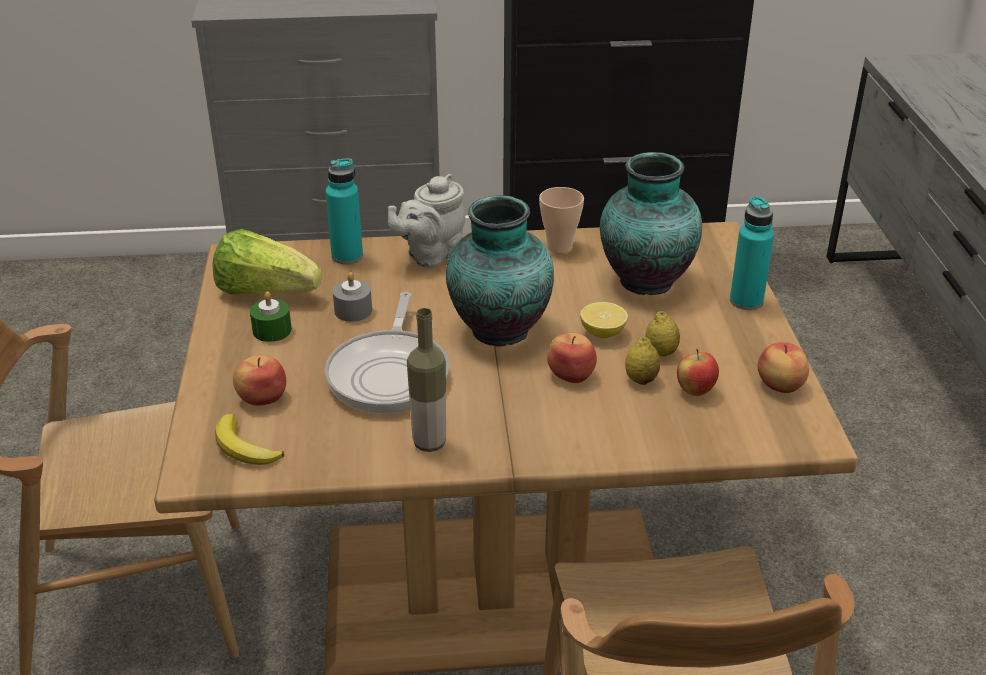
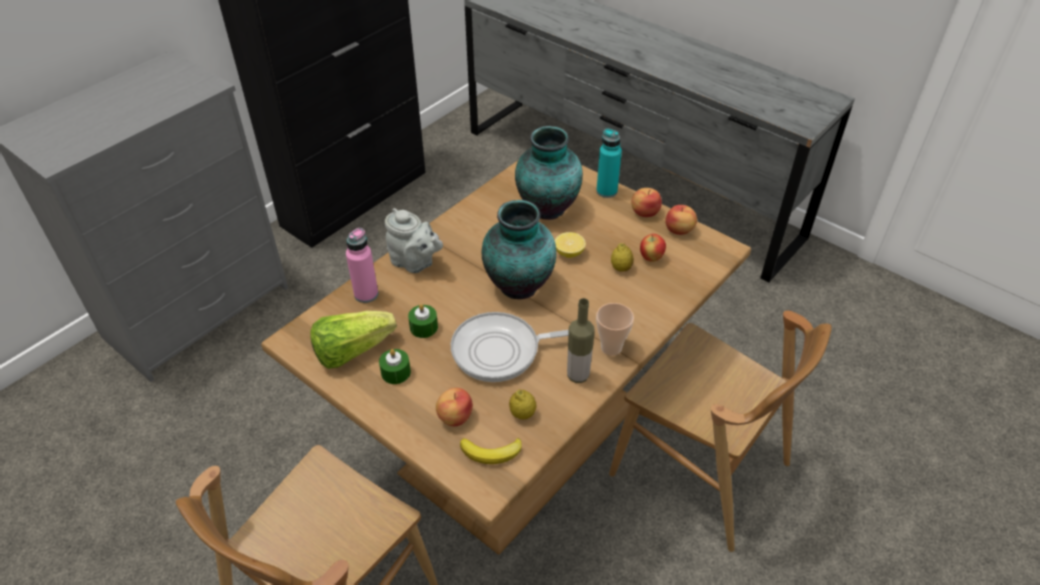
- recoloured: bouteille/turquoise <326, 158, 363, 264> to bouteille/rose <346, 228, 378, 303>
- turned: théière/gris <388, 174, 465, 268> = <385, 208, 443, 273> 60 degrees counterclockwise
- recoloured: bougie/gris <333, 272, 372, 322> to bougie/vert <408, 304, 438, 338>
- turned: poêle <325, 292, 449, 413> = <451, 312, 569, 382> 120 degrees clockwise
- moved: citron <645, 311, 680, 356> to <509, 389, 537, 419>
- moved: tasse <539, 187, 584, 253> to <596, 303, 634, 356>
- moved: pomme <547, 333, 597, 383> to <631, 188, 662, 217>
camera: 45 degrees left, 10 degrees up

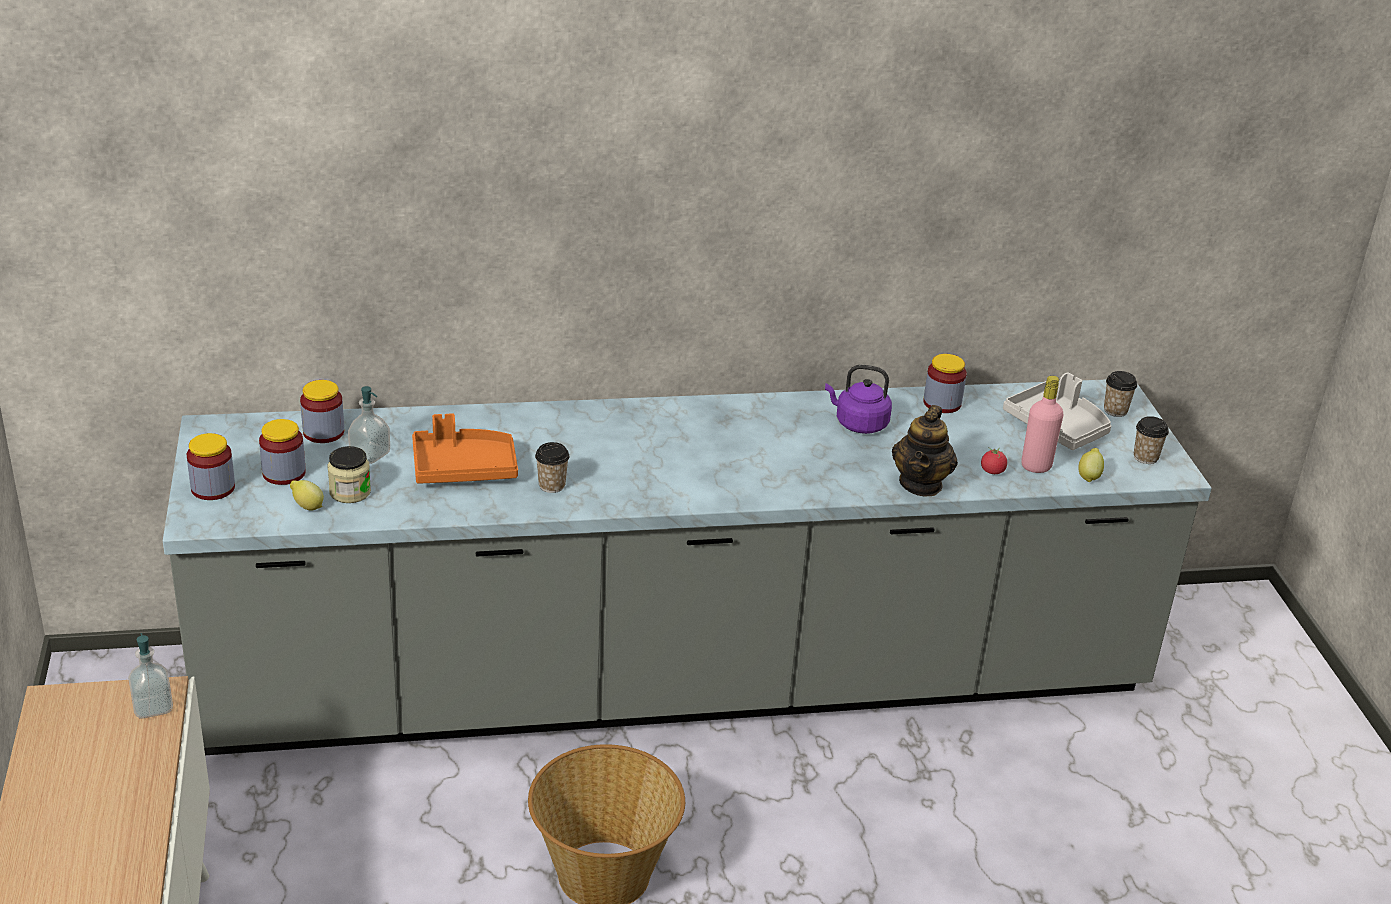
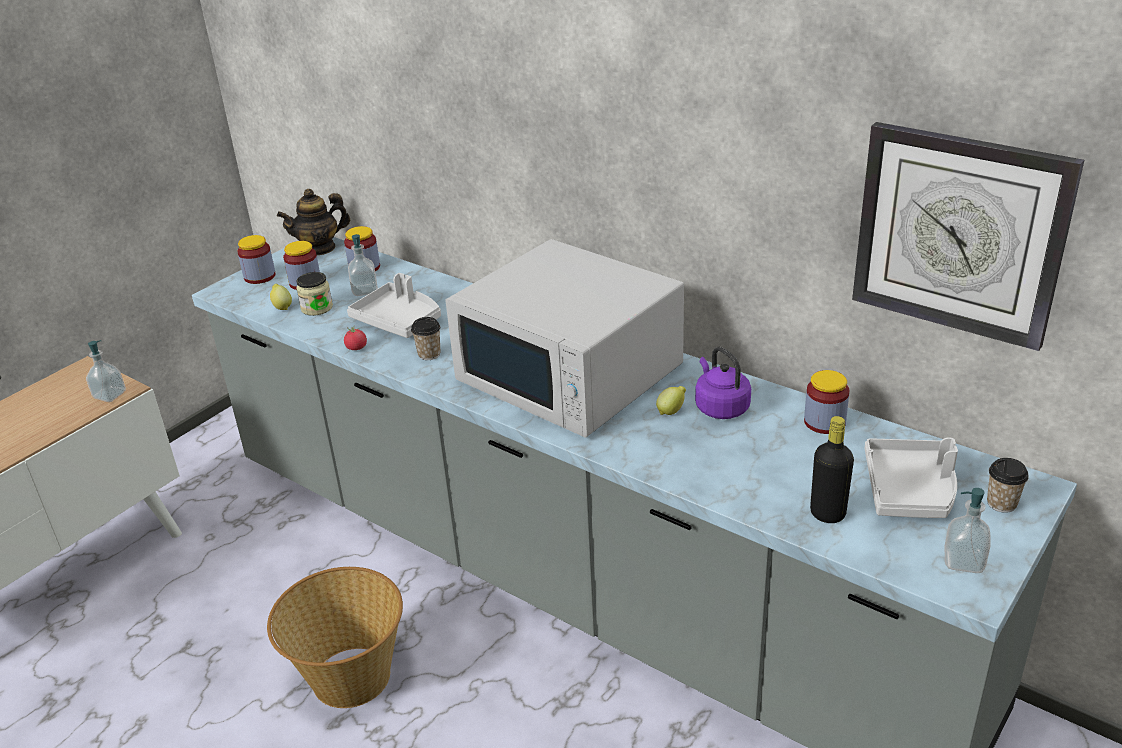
- moved: théière <892, 405, 958, 496> to <277, 189, 350, 255>
- moved: tomate <981, 447, 1007, 474> to <344, 326, 367, 350>
- recoloured: plateau/orange <412, 413, 518, 484> to plateau/gris <347, 273, 441, 338>
- added: micro-ondes/blanc <446, 239, 684, 438>
- moved: citron <1078, 448, 1104, 483> to <656, 386, 686, 415>
- recoloured: bouteille/rose <1021, 376, 1063, 473> to bouteille/noir <810, 416, 854, 523>
- added: horloge murale <852, 122, 1084, 351>
- replaced: tasse <1134, 416, 1169, 464> to distributeur de savon <945, 488, 991, 573>
camera: 50 degrees right, 0 degrees up

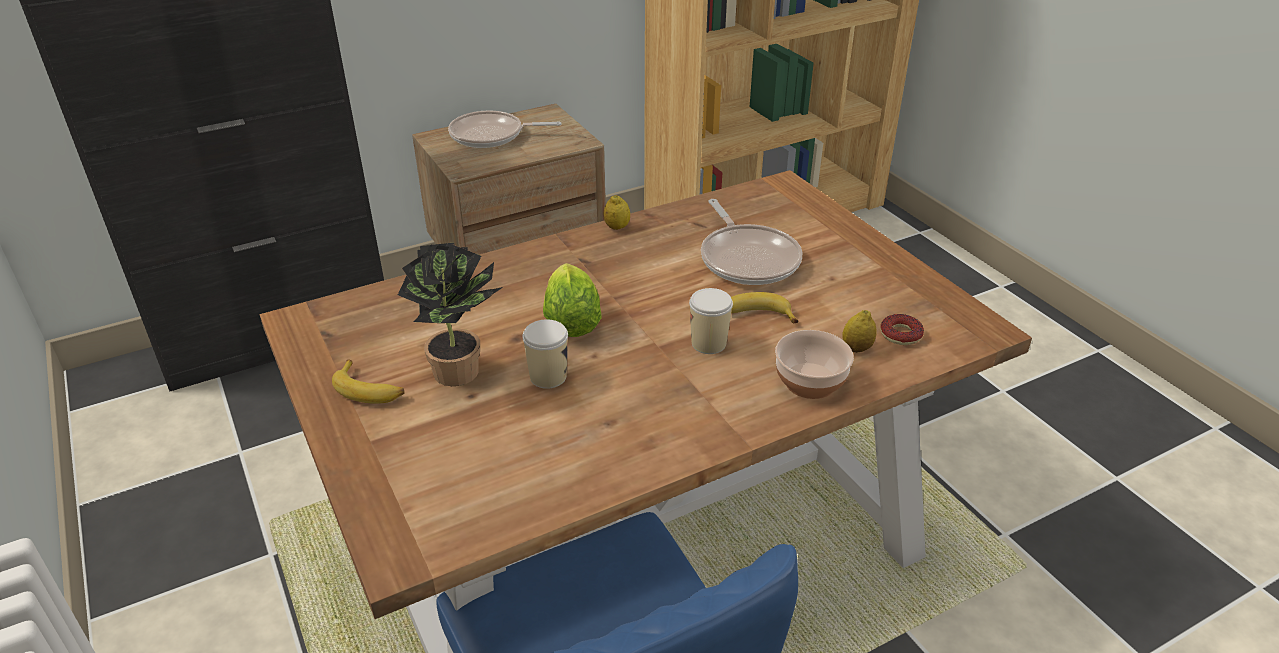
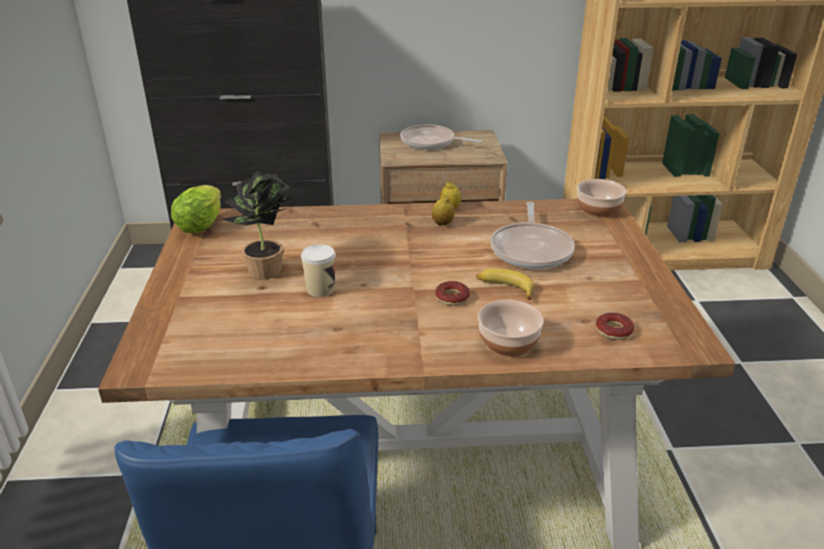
- moved: laitue <543, 263, 602, 337> to <171, 185, 221, 233>
- moved: citron <842, 310, 876, 353> to <432, 195, 455, 226>
- replaced: tasse <689, 288, 733, 354> to beignet <435, 281, 470, 306>
- added: bol <577, 179, 626, 218>
- removed: banane <332, 360, 405, 404>
camera: 25 degrees right, 5 degrees down

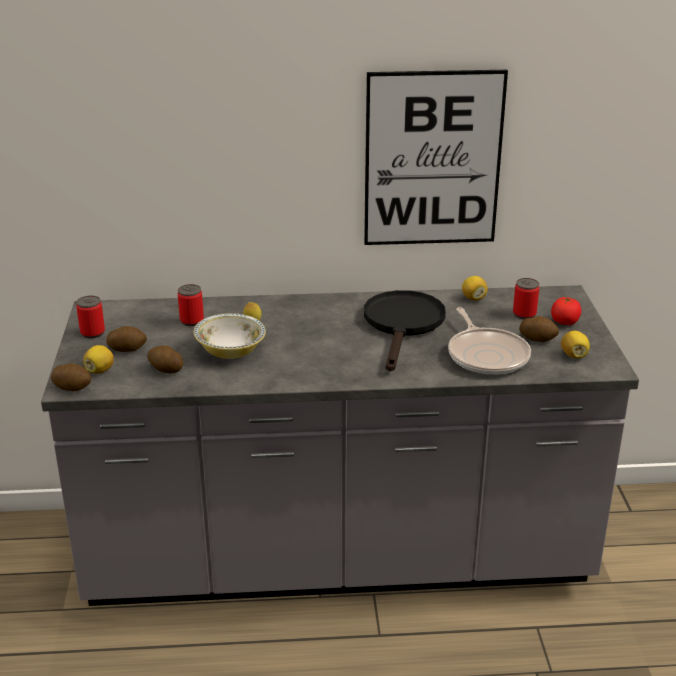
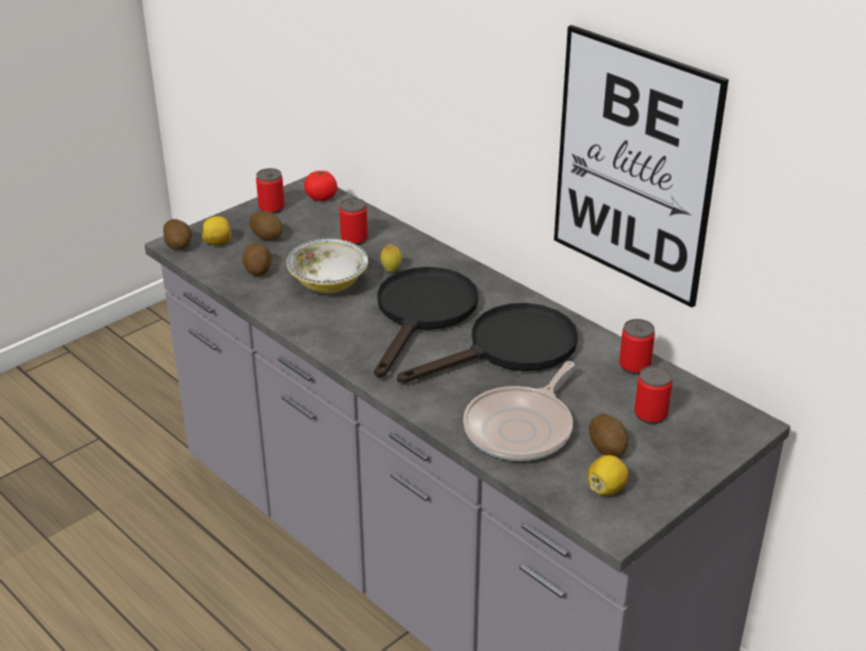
- moved: tomate <551, 297, 581, 325> to <304, 171, 337, 201>
- added: poêle/noir <374, 267, 478, 378>
- replaced: citron <462, 276, 488, 301> to boîte métallique <619, 319, 655, 374>
camera: 50 degrees right, 5 degrees up

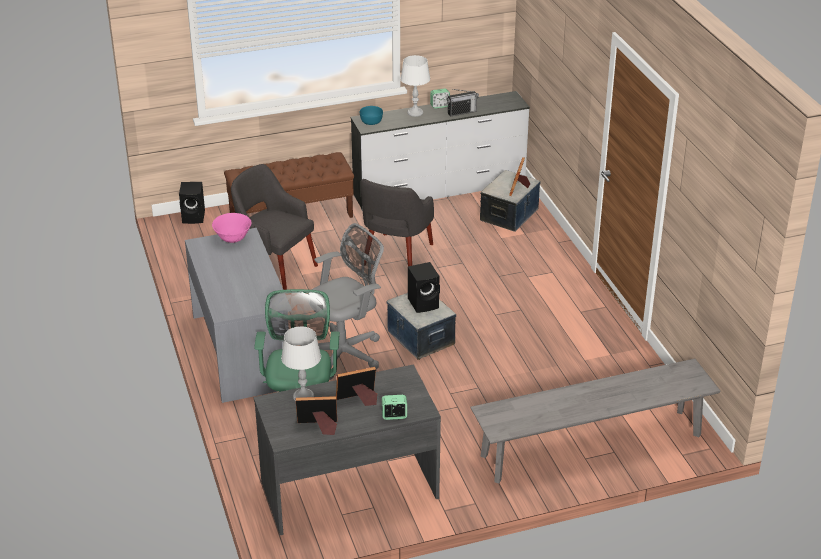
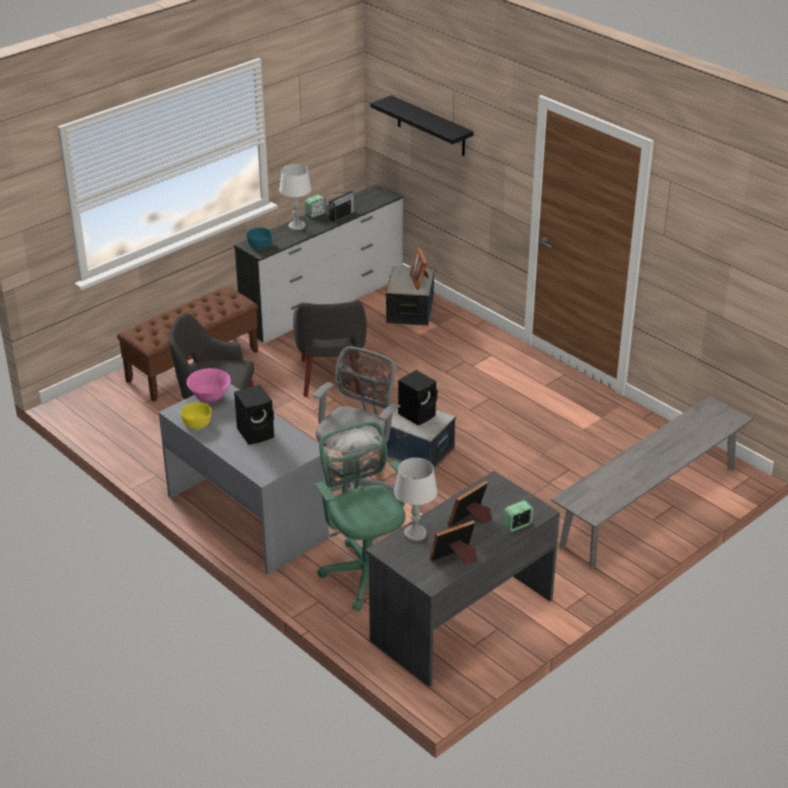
- added: bol/jaune <181, 402, 211, 429>
- moved: enceinte/noir <179, 182, 205, 224> to <234, 385, 274, 445>
- added: étagère/noir <371, 95, 474, 156>
camera: 25 degrees left, 0 degrees up

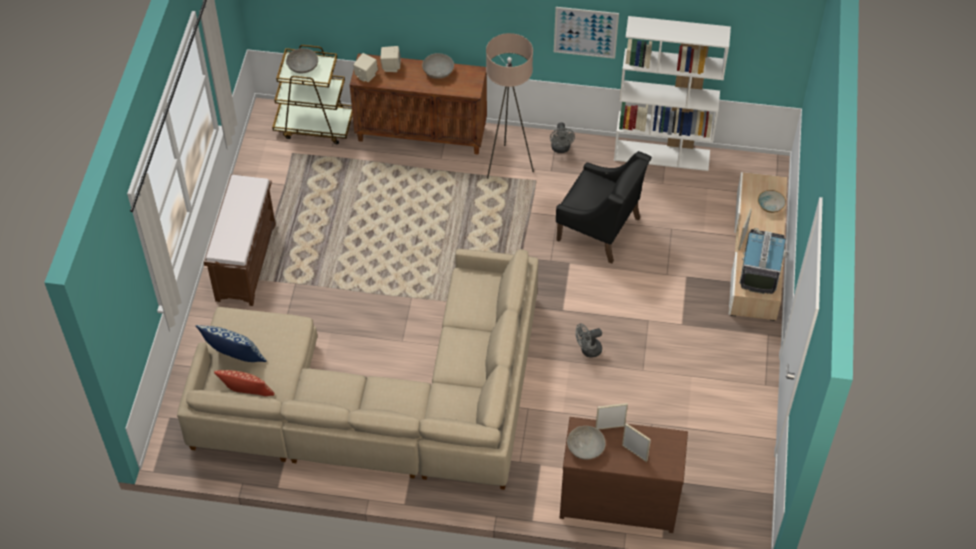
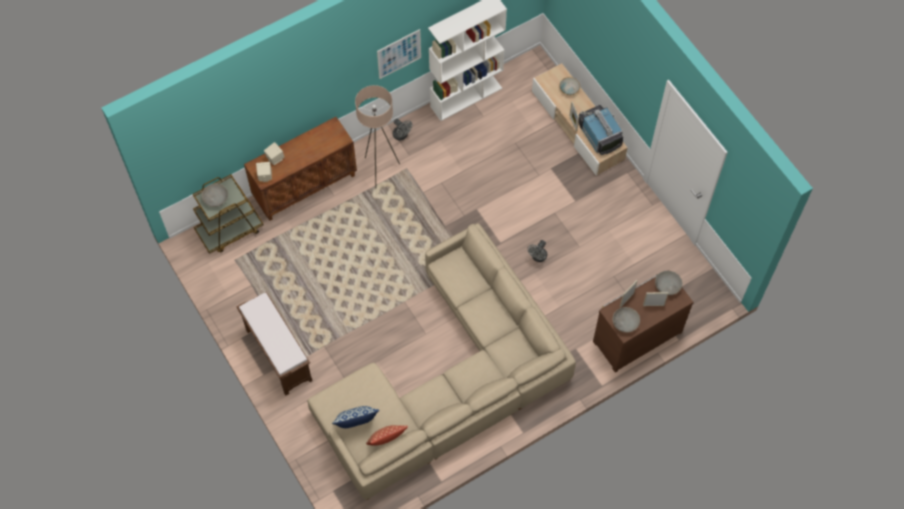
- moved: bol/gris <422, 53, 454, 79> to <655, 271, 682, 295>
- removed: fauteuil/noir <556, 151, 652, 264>
camera: 40 degrees left, 10 degrees up

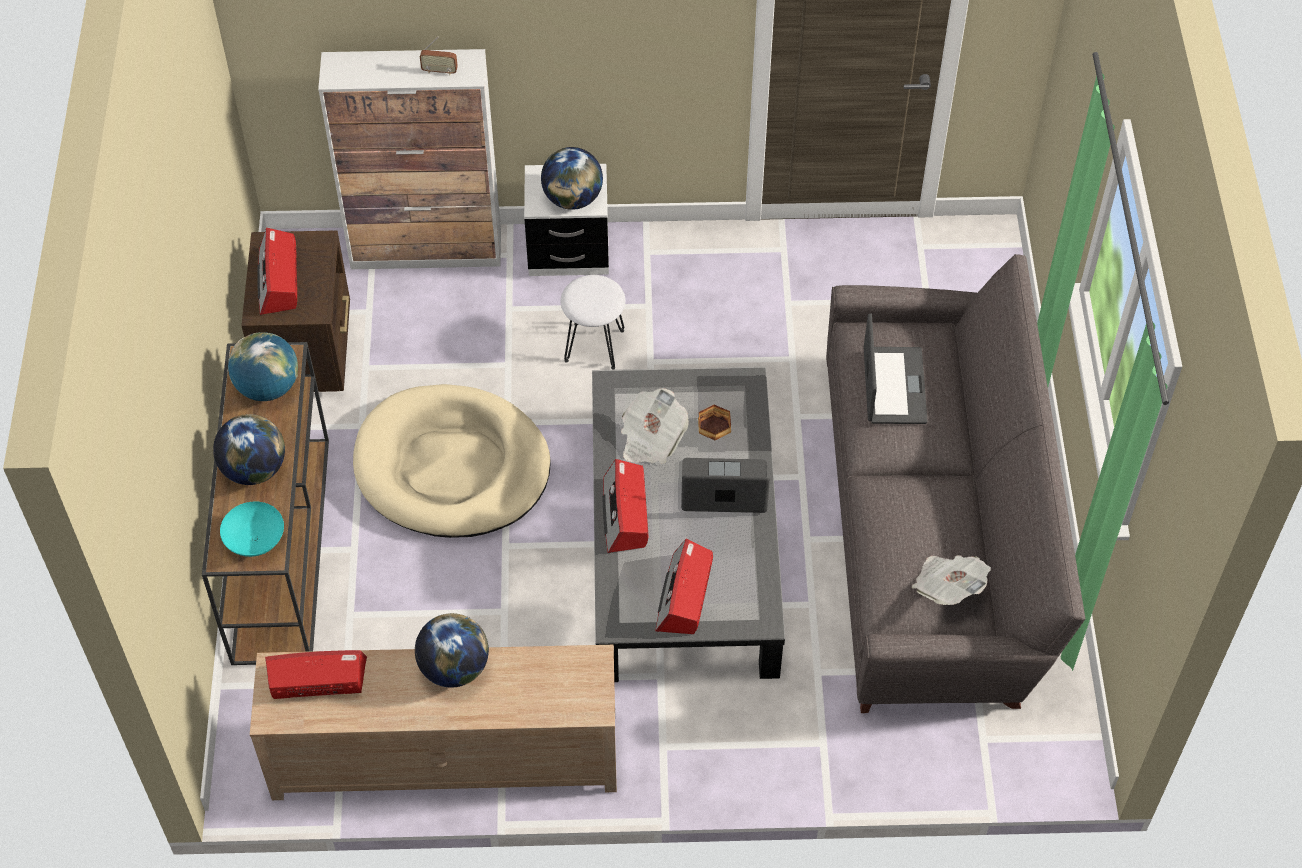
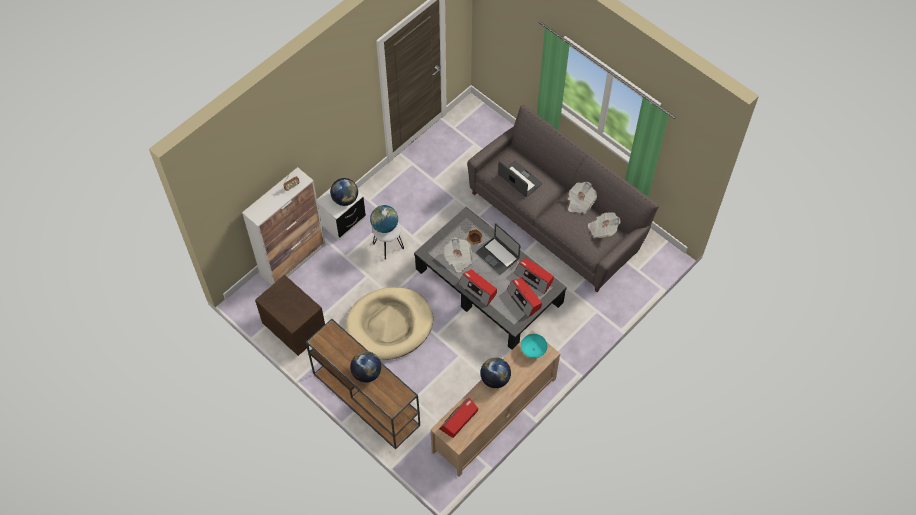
- moved: globe <228, 332, 298, 401> to <370, 205, 398, 233>
- turned: ordinateur portable <681, 458, 770, 513> = <476, 223, 520, 274> 90 degrees counterclockwise
- moved: radio <257, 228, 297, 315> to <514, 258, 554, 294>
- moved: bol/turquoise <220, 502, 284, 557> to <521, 334, 547, 358>
- added: journal <568, 182, 597, 214>
camera: 45 degrees left, 5 degrees up

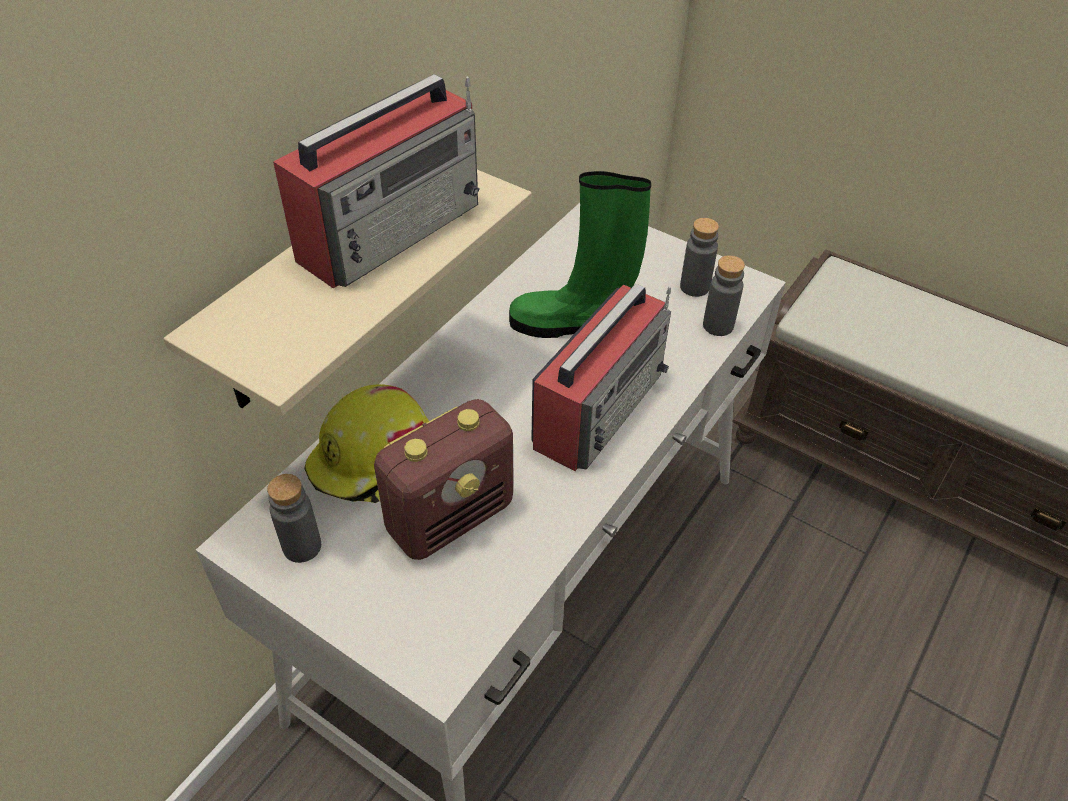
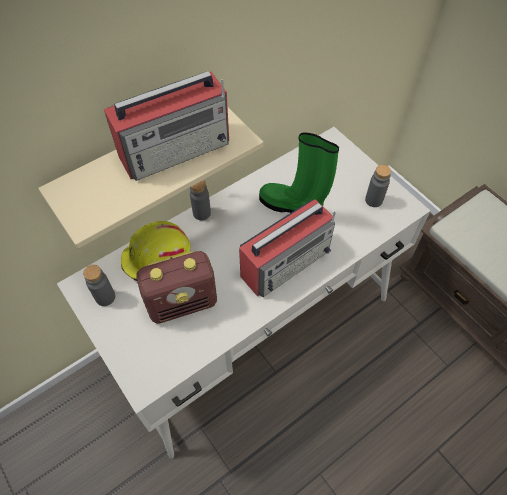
- moved: bouteille/gris <703, 255, 745, 336> to <190, 180, 211, 220>
camera: 20 degrees right, 10 degrees up

